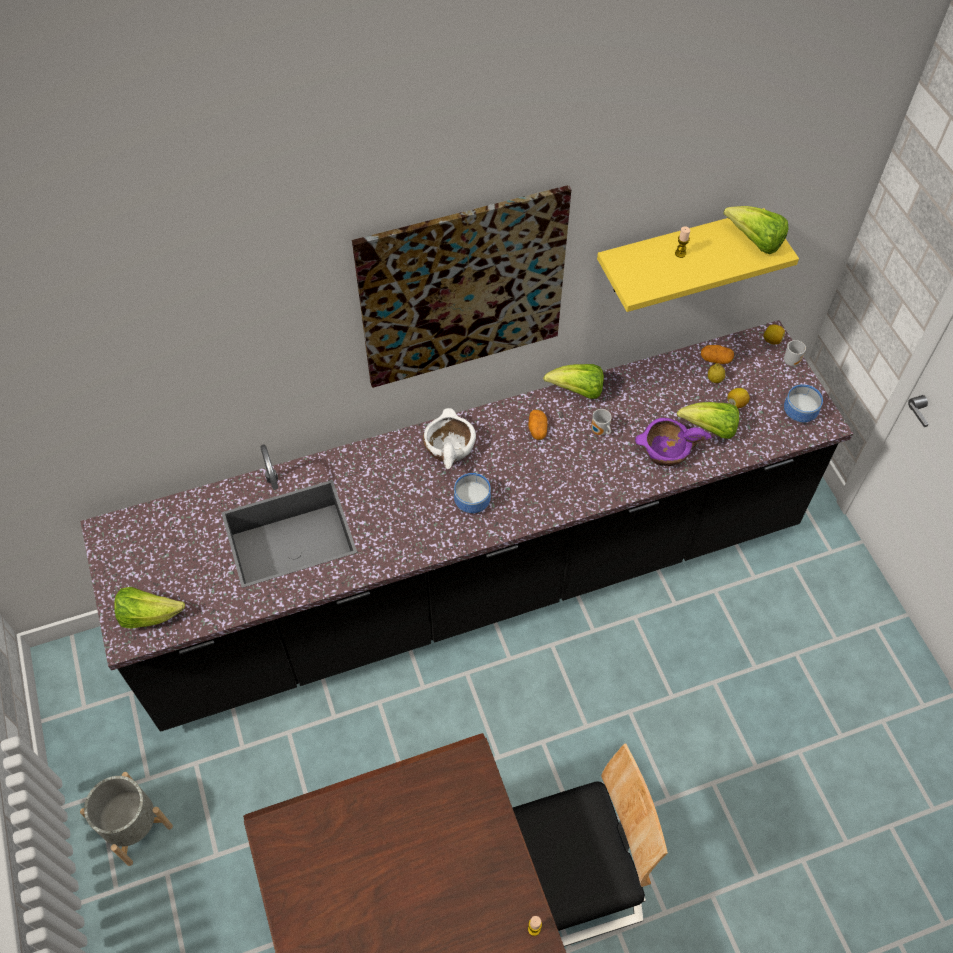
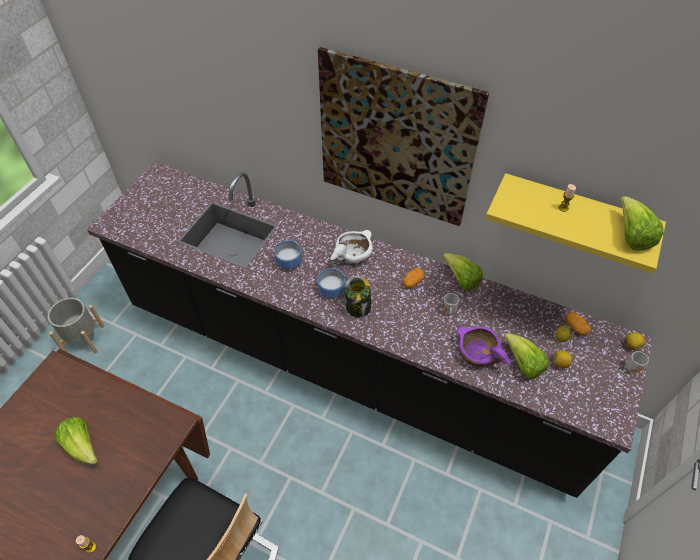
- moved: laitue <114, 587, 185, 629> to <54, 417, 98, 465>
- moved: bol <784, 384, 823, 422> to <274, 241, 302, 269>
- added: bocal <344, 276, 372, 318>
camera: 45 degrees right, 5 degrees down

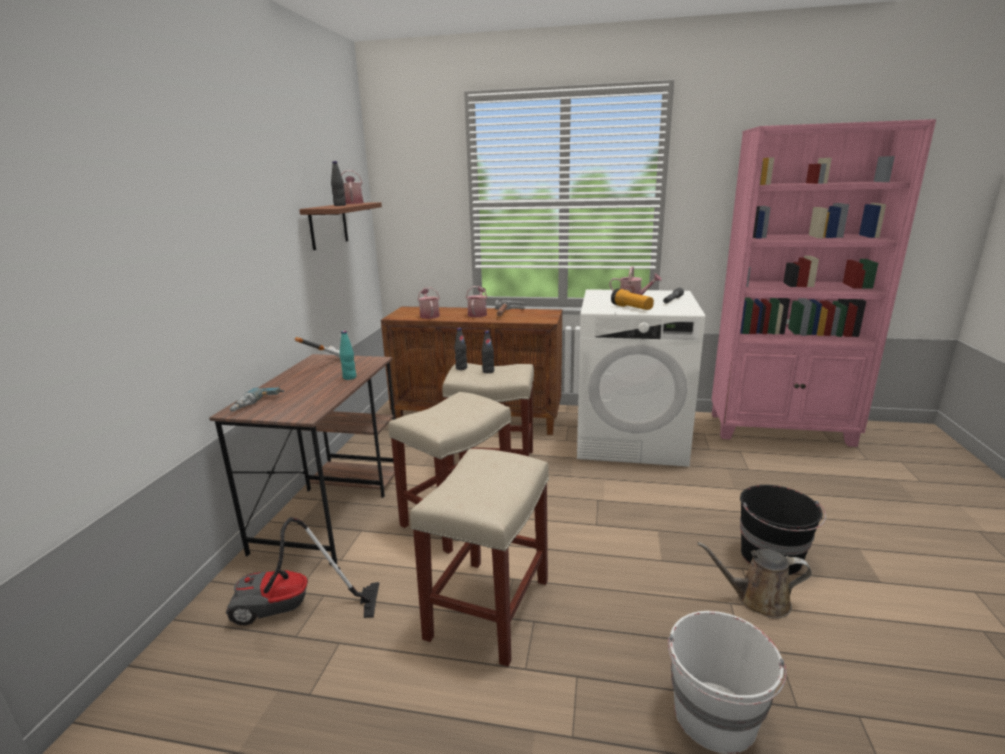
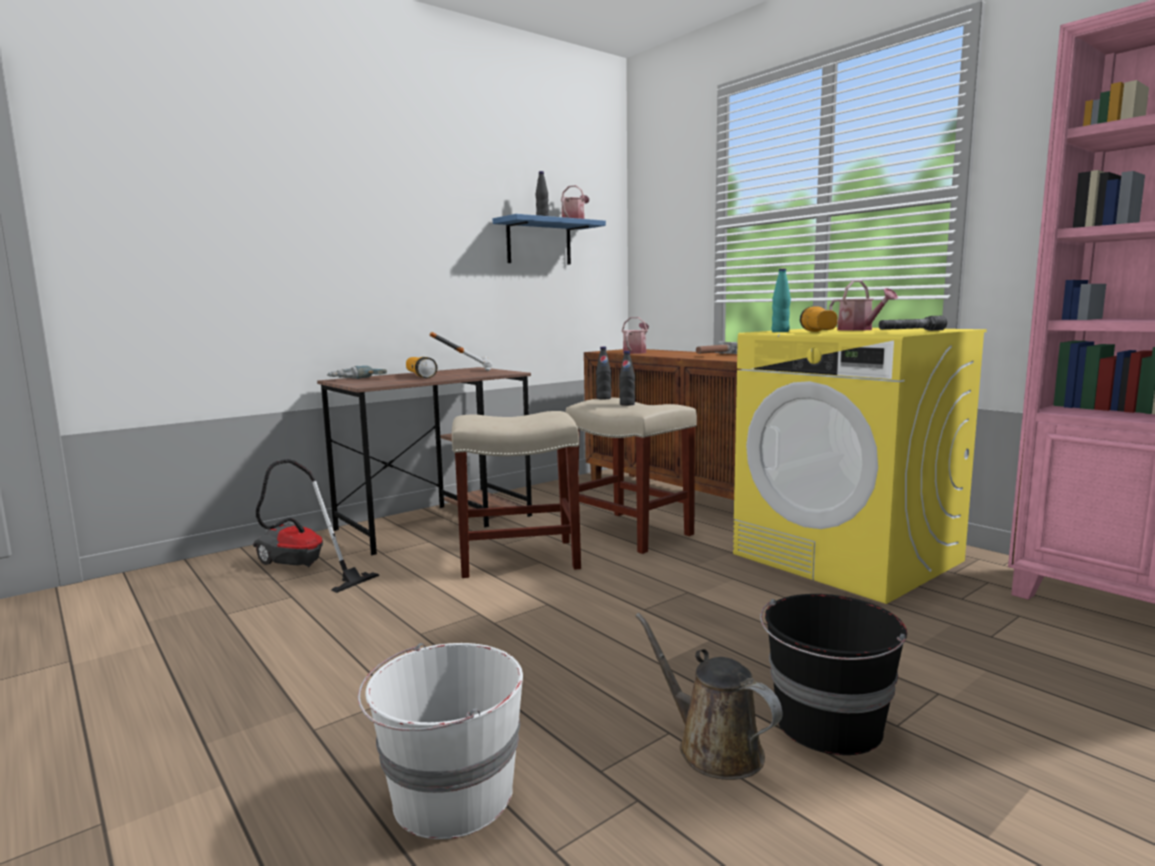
- added: lampe de poche <406, 357, 437, 378>
- recoloured: étagère/marron <299, 202, 382, 250> to étagère/bleu <493, 214, 606, 265>
- recoloured: lave-linge/blanc <577, 289, 705, 467> to lave-linge/jaune <733, 327, 987, 604>
- moved: bouteille/turquoise <340, 331, 356, 380> to <772, 269, 791, 332>
- removed: tabouret/beige <410, 449, 549, 667>
- removed: arrosoir <466, 286, 488, 317>
camera: 40 degrees right, 10 degrees down

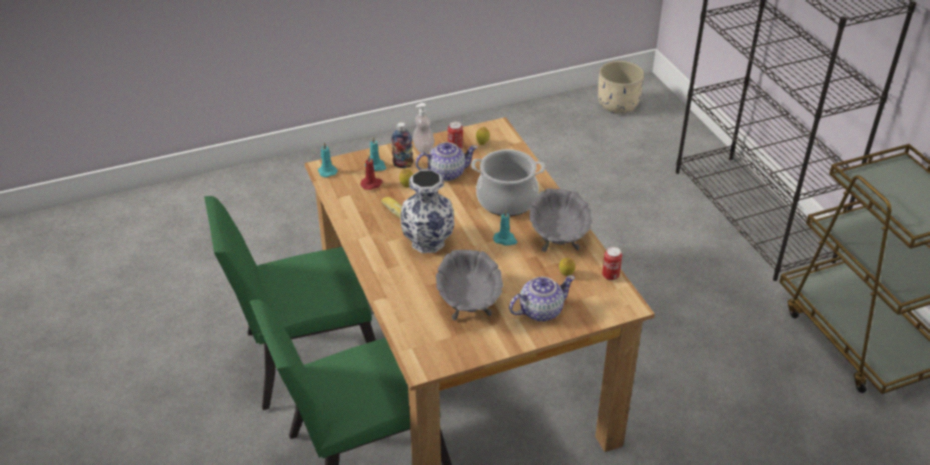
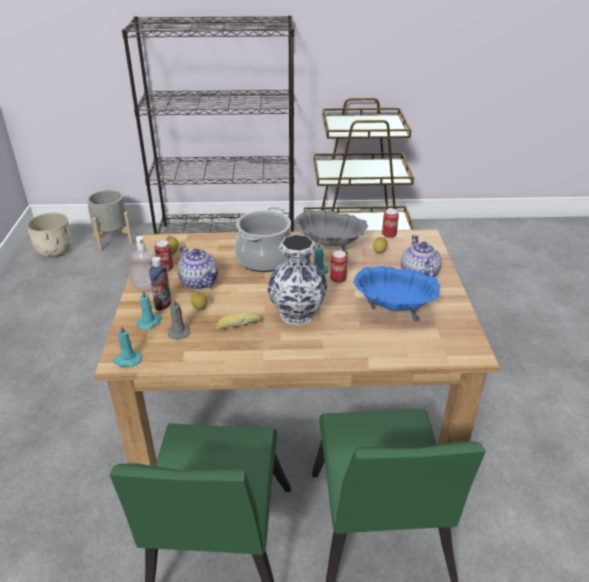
- added: cache-pot/gris <87, 190, 133, 251>
- recoloured: bougie/rouge <360, 155, 382, 190> to bougie/gris <168, 298, 190, 339>
- turned: théière <416, 142, 478, 181> = <178, 246, 218, 290> 135 degrees clockwise
- added: boîte métallique <330, 251, 348, 284>
- recoloured: bol/gris <436, 250, 503, 320> to bol/bleu <353, 266, 440, 322>
camera: 70 degrees left, 5 degrees down

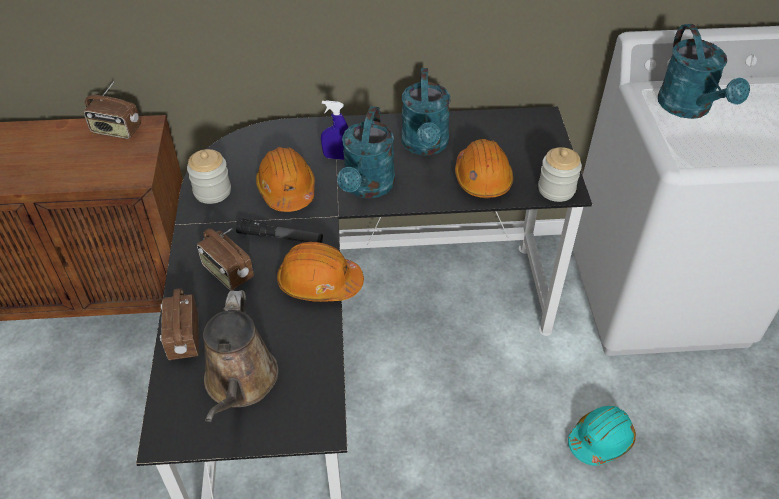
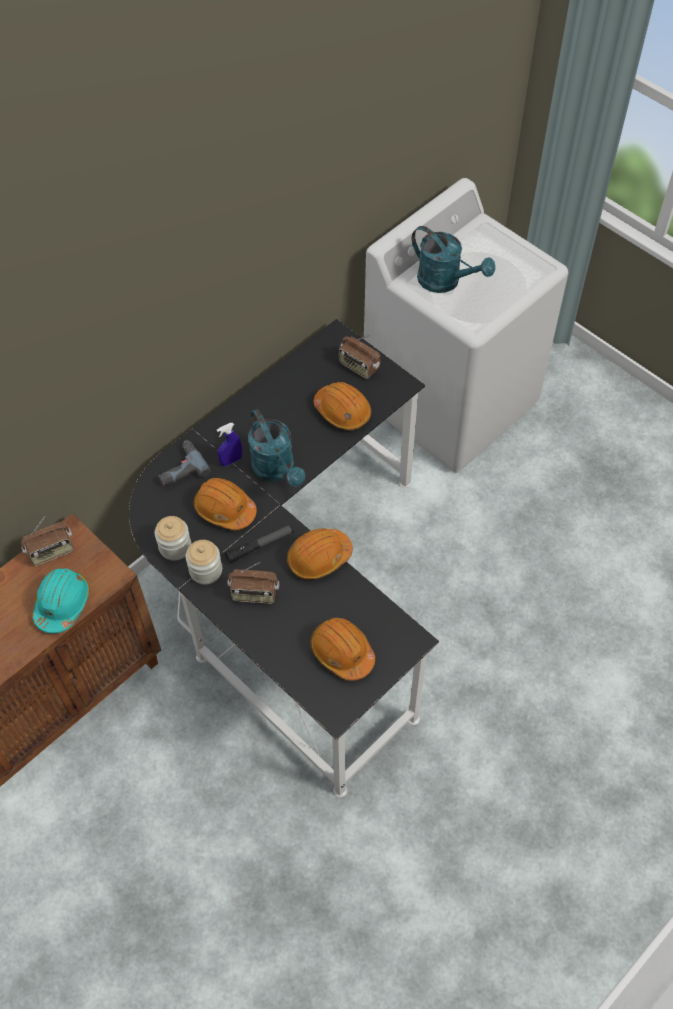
- moved: casque de chantier/turquoise <568, 406, 636, 466> to <33, 568, 90, 634>
- added: perceuse <158, 440, 211, 486>
- moved: bocal <538, 147, 582, 202> to <186, 540, 222, 585>
- replaced: arrosoir/marron <203, 290, 279, 422> to casque de chantier/orange <311, 618, 375, 681>
- moved: radio <160, 288, 199, 360> to <339, 335, 380, 379>
- removed: arrosoir/turquoise <401, 68, 450, 156>
camera: 40 degrees left, 10 degrees up

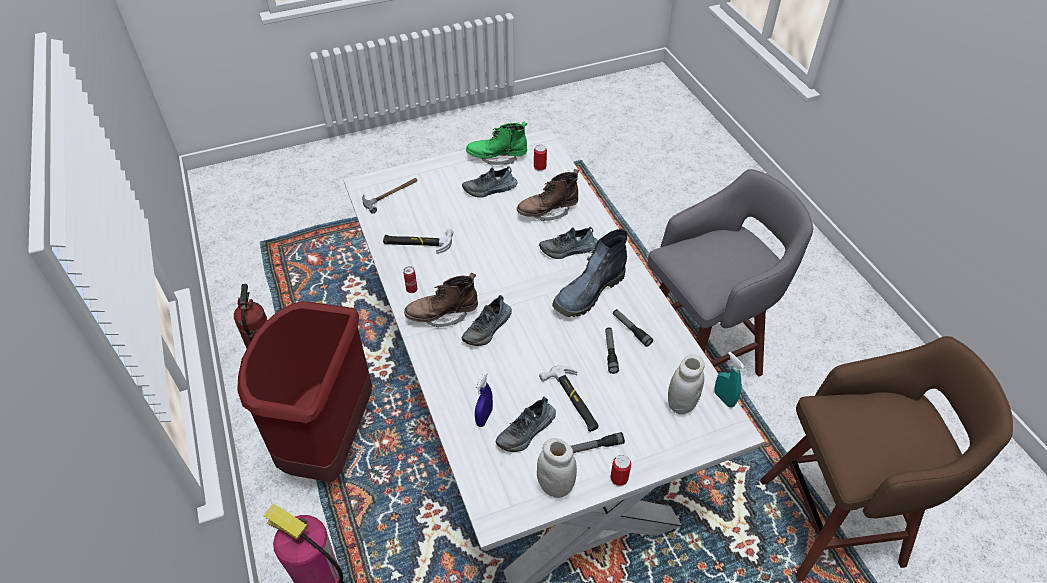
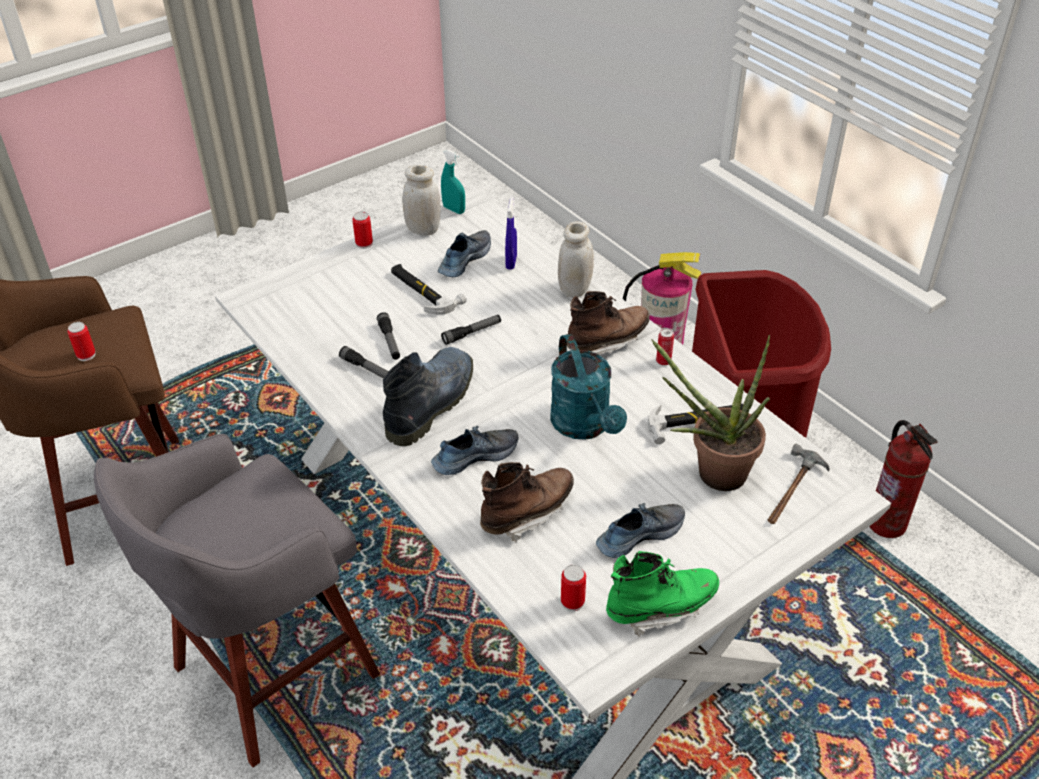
- added: boîte métallique <68, 322, 96, 361>
- moved: vaporisateur/turquoise <714, 352, 745, 407> to <441, 150, 465, 214>
- moved: lampe de poche <571, 432, 625, 453> to <441, 315, 501, 345>
- added: arrosoir/turquoise <550, 334, 627, 440>
- moved: bocal/blanc <668, 354, 705, 414> to <558, 221, 594, 298>
- added: plante en pot <651, 335, 770, 491>
- removed: chaussure <462, 295, 512, 346>
camera: 165 degrees right, 5 degrees down

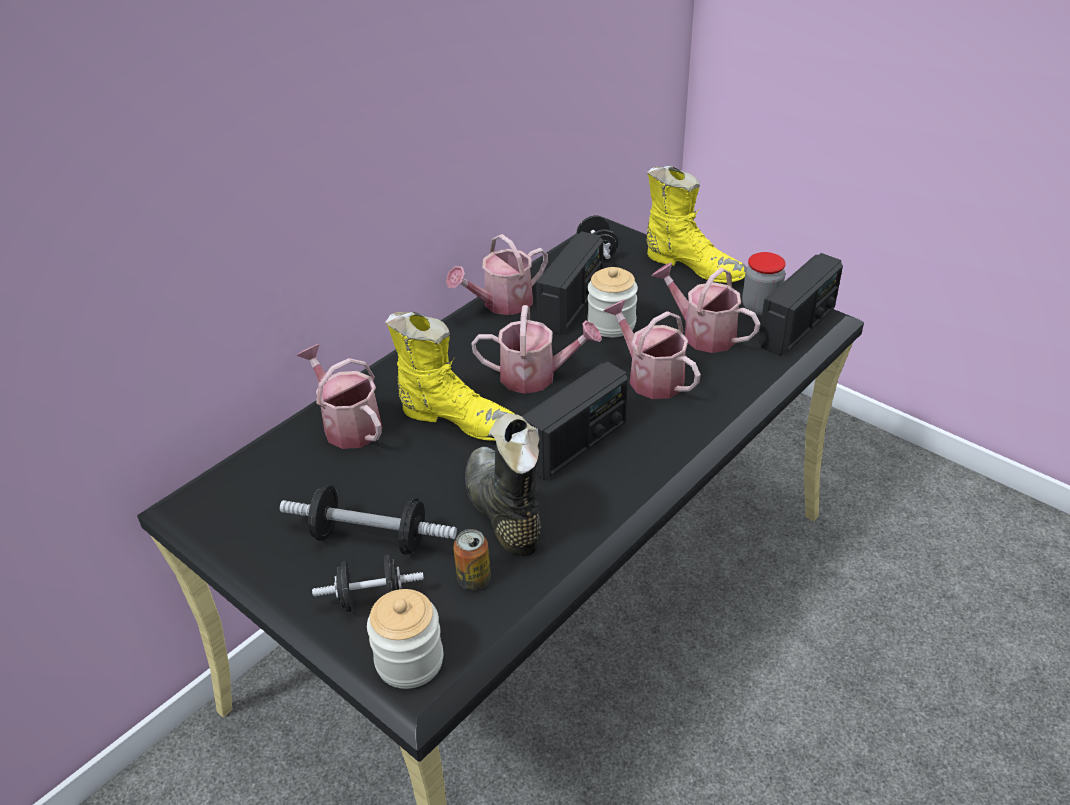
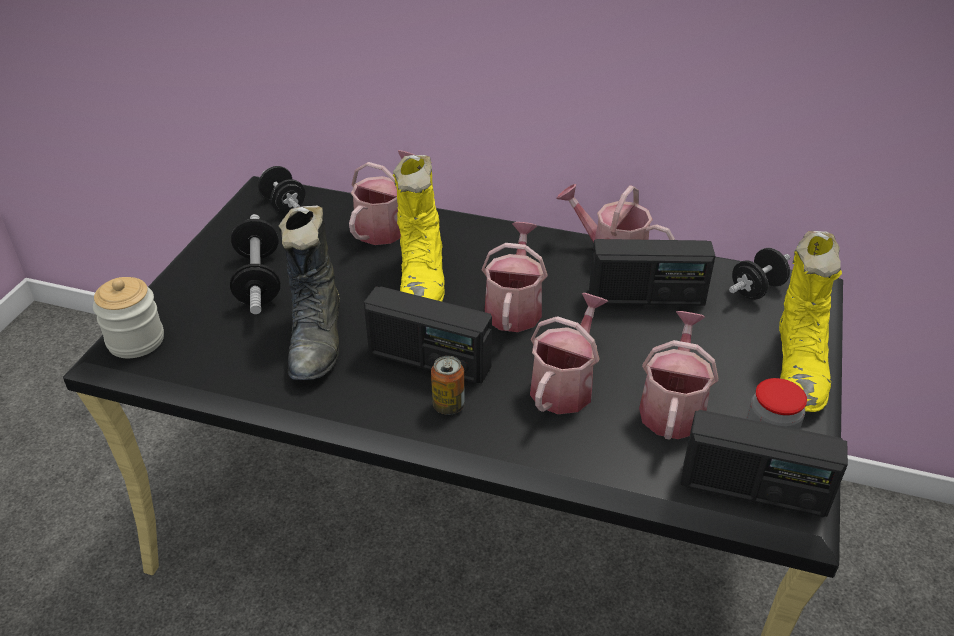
- moved: haltère/noir <312, 555, 424, 612> to <258, 166, 305, 213>
- turned: botte/noir <465, 413, 541, 556> = <279, 206, 340, 380> 135 degrees clockwise
- moved: boîte métallique <453, 529, 491, 590> to <431, 356, 465, 415>
- turned: arrosoir <471, 305, 602, 394> = <482, 222, 548, 332> 150 degrees counterclockwise
- removed: bocal <587, 267, 638, 338>
camera: 65 degrees right, 0 degrees up

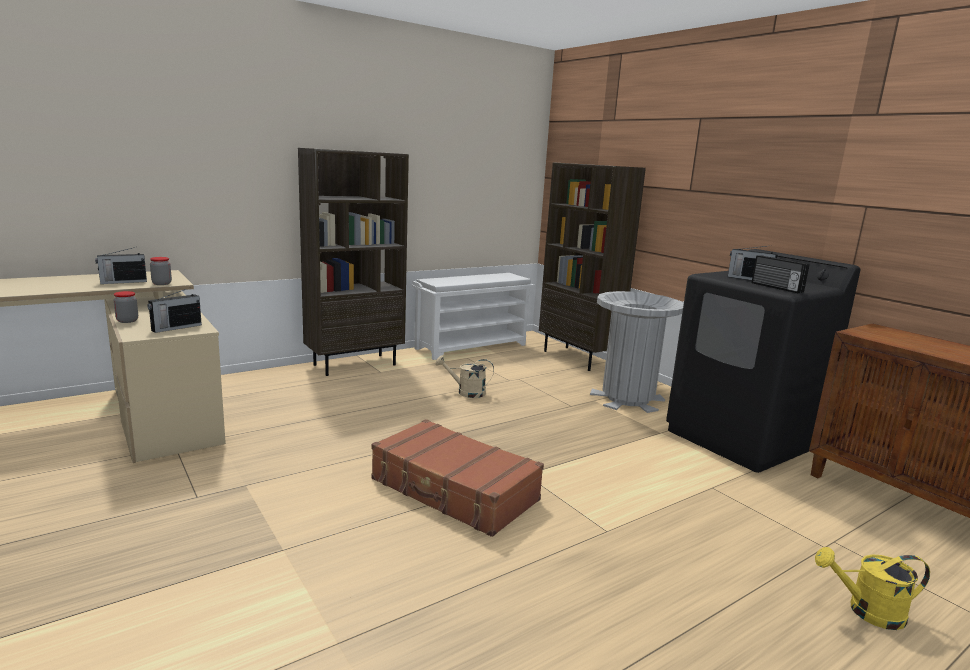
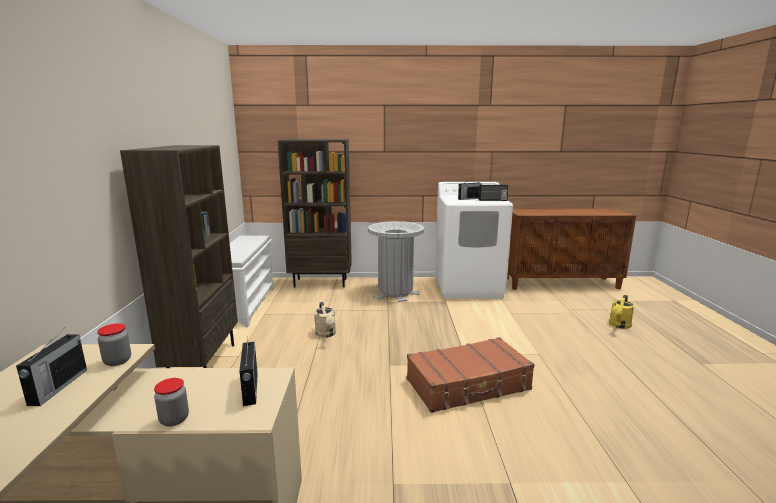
- turned: arrosoir/beige <435, 355, 494, 398> = <314, 302, 336, 338> 60 degrees counterclockwise
- recoloured: lave-linge/noir <666, 249, 861, 473> to lave-linge/blanc <435, 182, 513, 299>
camera: 55 degrees left, 0 degrees up

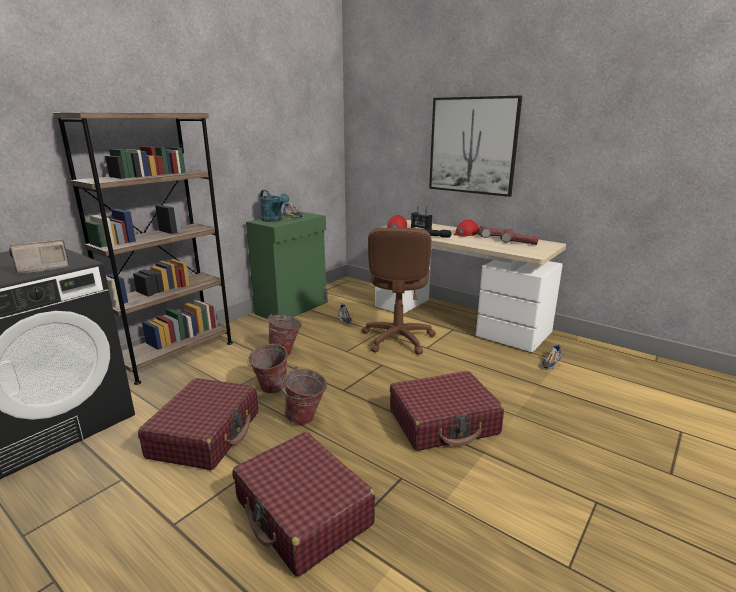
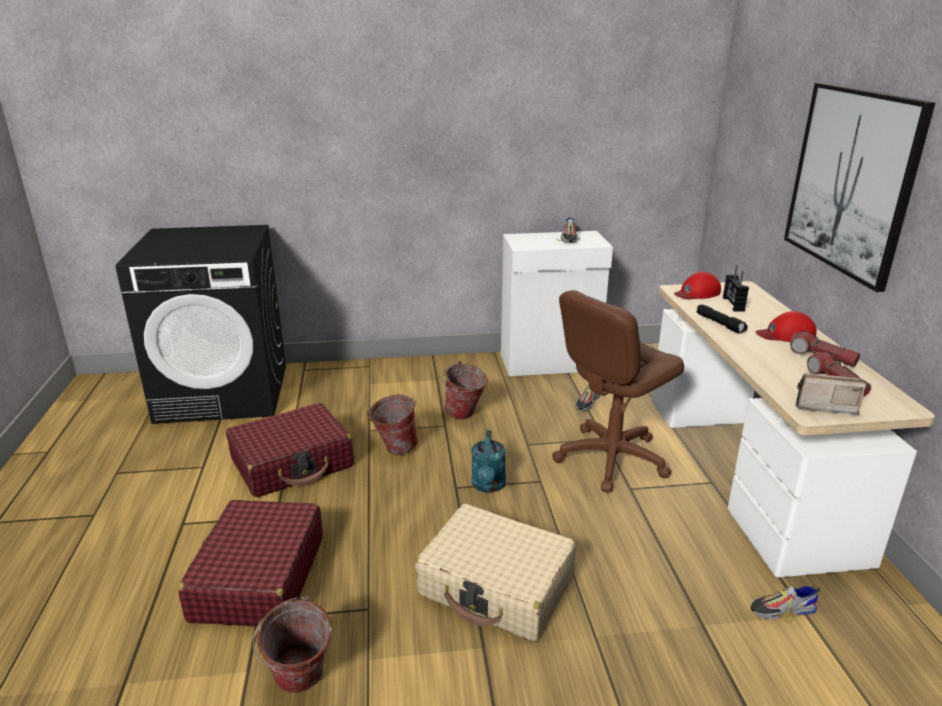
- moved: seau <281, 367, 327, 425> to <253, 596, 332, 693>
- recoloured: valise/rouge <390, 371, 504, 451> to valise/beige <415, 504, 576, 642>
- moved: arrosoir/turquoise <260, 190, 289, 222> to <471, 430, 506, 493>
- recoloured: meuble de rangement/vert <246, 211, 328, 319> to meuble de rangement/blanc <501, 231, 613, 376>
- moved: radio <9, 239, 71, 274> to <795, 373, 867, 415>
- removed: bibliothèque/marron <53, 113, 233, 385>
camera: 45 degrees right, 5 degrees up

